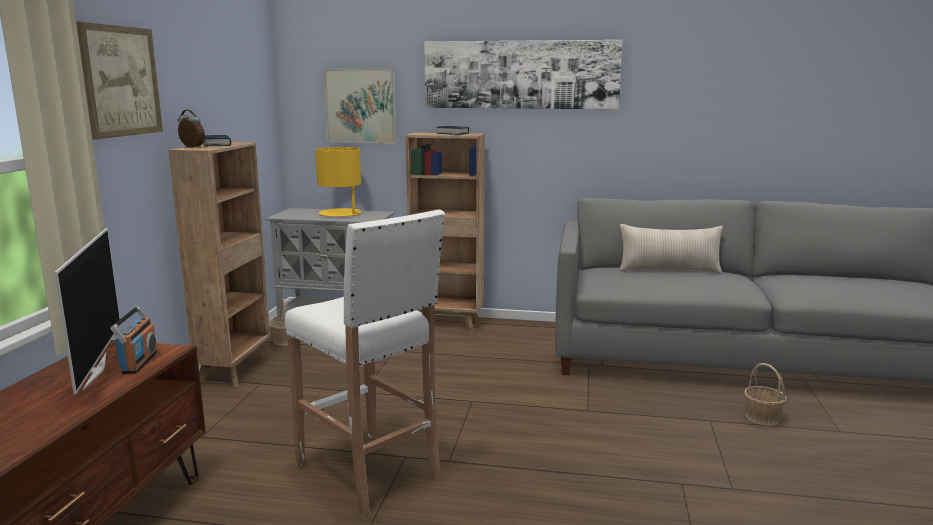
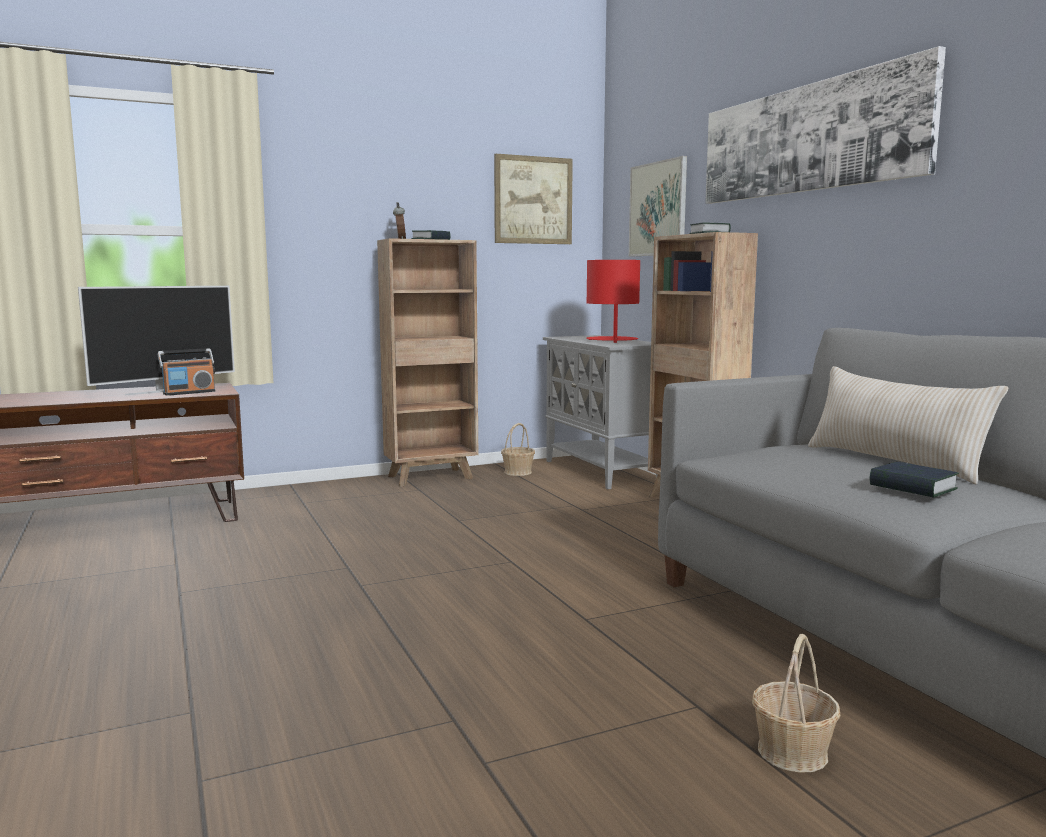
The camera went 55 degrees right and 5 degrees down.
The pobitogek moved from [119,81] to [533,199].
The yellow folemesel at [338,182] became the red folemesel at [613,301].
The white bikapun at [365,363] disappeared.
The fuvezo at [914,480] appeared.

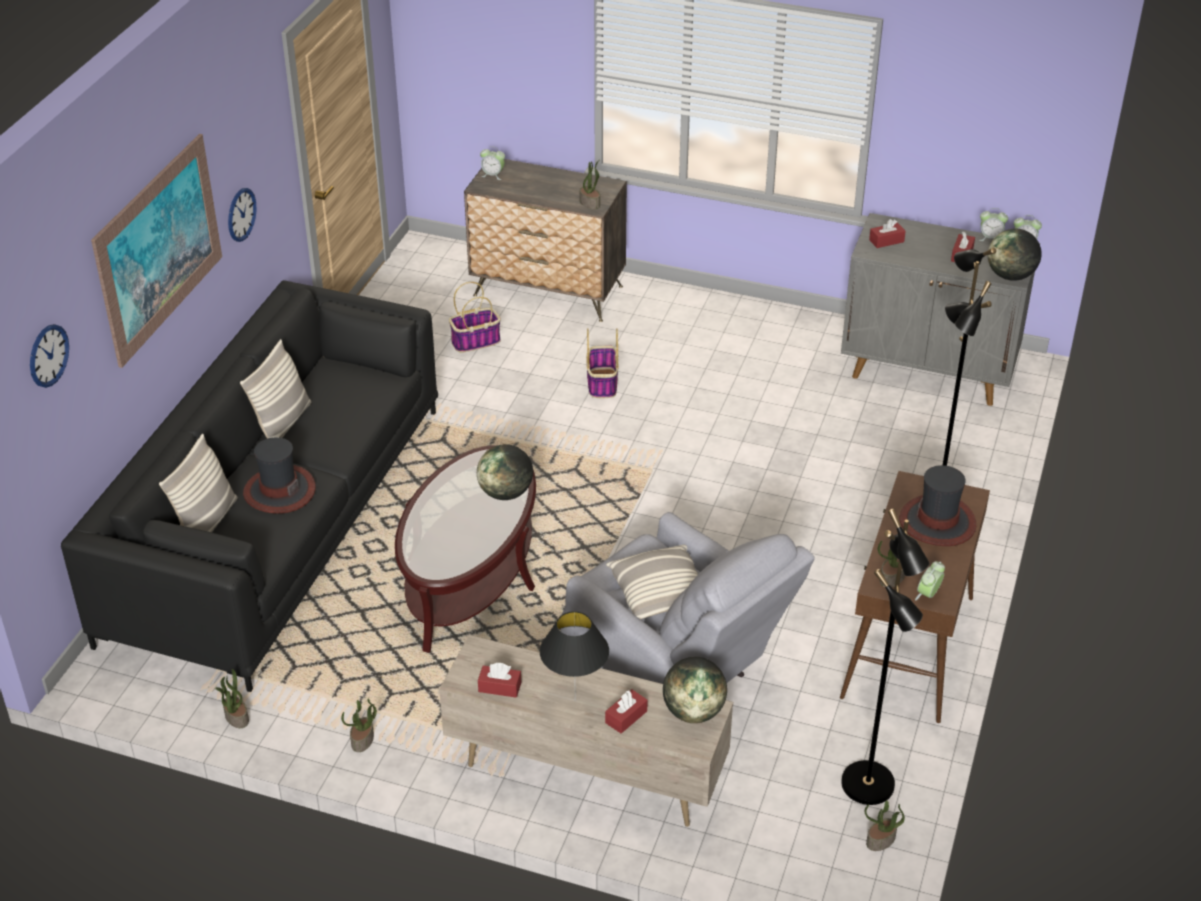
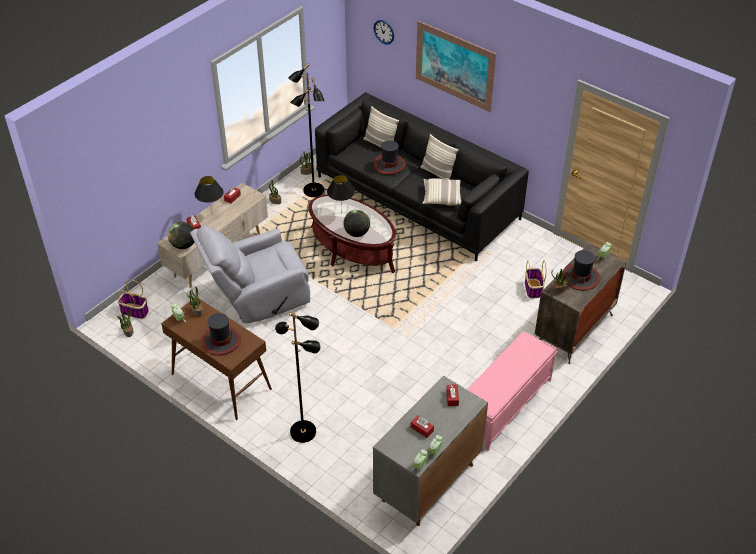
The camera went 110 degrees right and 5 degrees up.
The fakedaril at [242,215] disappeared.
The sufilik at [1015,255] disappeared.
The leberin moved from [602,363] to [133,299].
The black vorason moved from [885,657] to [306,130].
The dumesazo moved from [652,582] to [442,191].
The black folemesel at [341,192] appeared.
The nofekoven at [581,270] appeared.
The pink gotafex at [512,391] appeared.

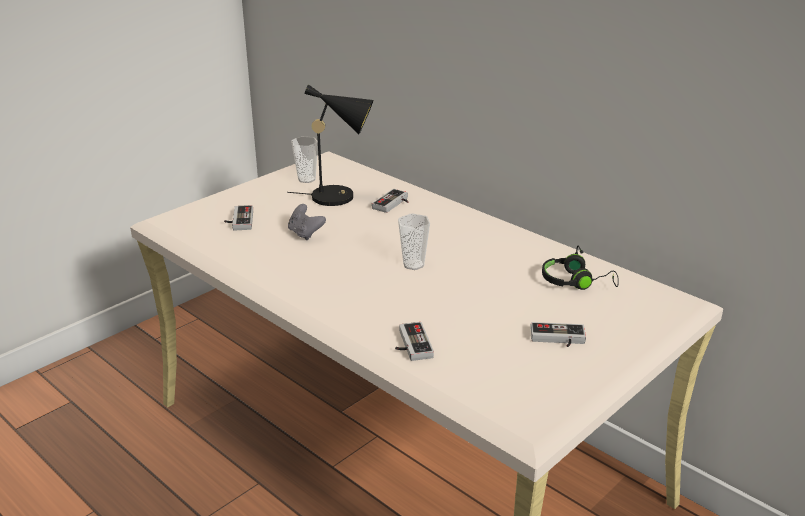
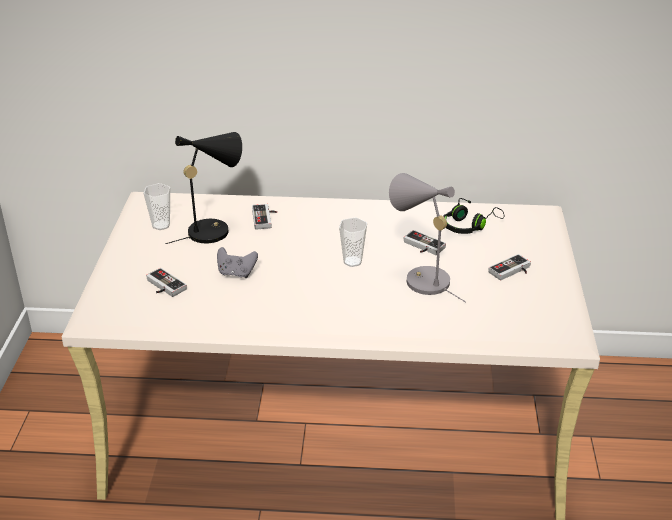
The camera went 40 degrees left and 5 degrees up.
The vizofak moved from [414,341] to [425,242].
The grey folemesel at [427,237] appeared.

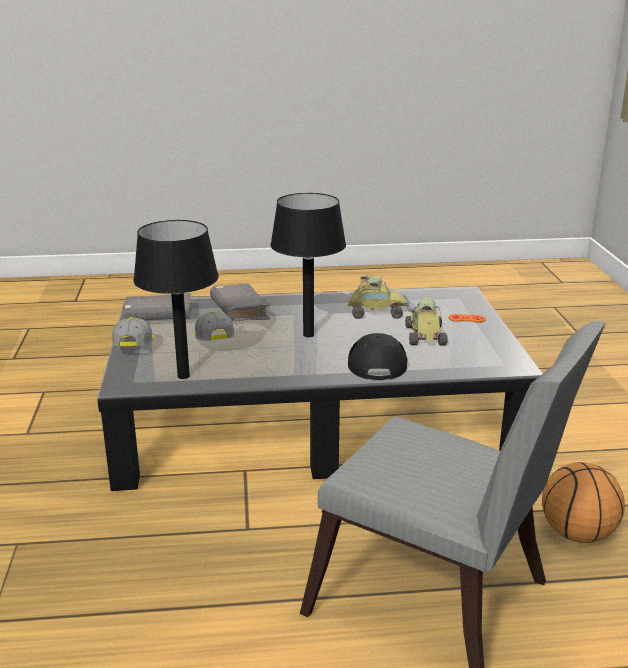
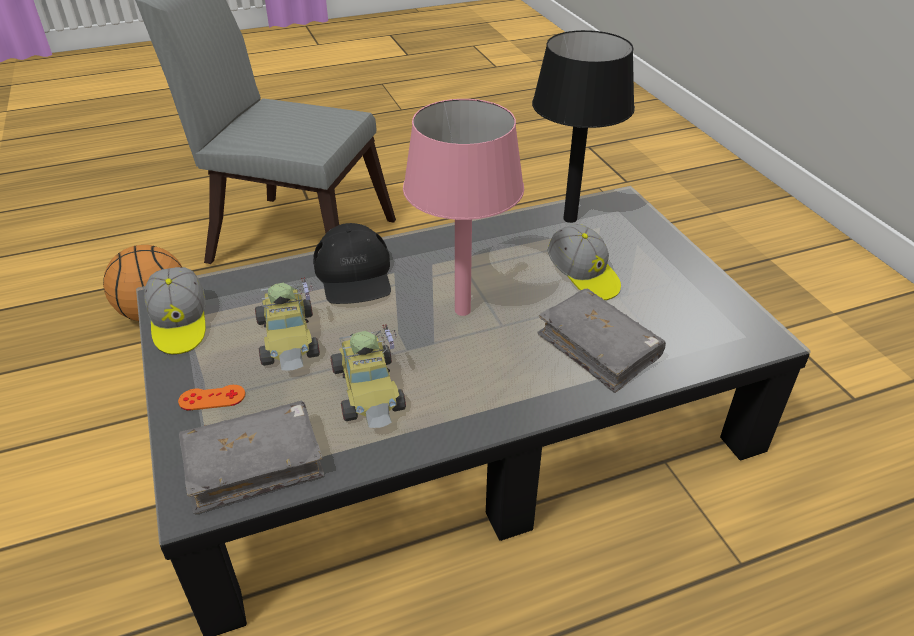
The camera went 165 degrees right and 15 degrees up.
The black folemesel at [308,265] became the pink folemesel at [463,207].
The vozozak at [381,297] turned 90 degrees counterclockwise.
The grey fuvezo moved from [157,307] to [251,457].
The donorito moved from [133,331] to [175,310].

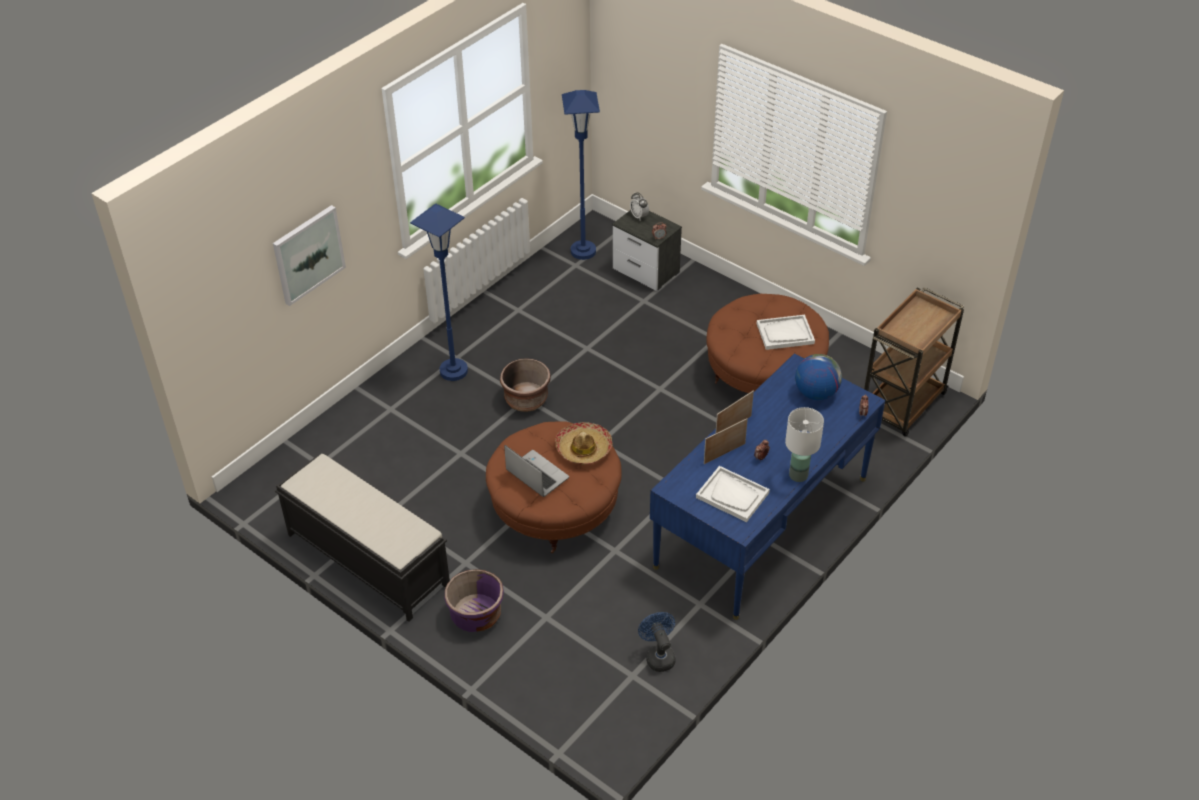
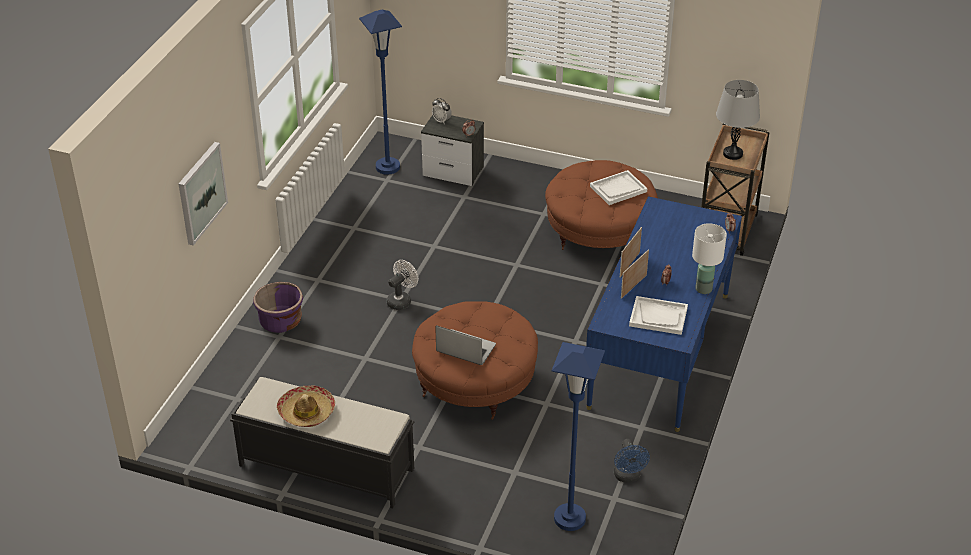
The camera went 20 degrees left and 5 degrees down.
The blue vorason moved from [439,292] to [578,436].
The sufilik at [818,377] disappeared.
The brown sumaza at [525,385] was replaced by the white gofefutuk at [402,285].
The nofekoven moved from [583,443] to [306,406].
The purple sumaza moved from [474,600] to [278,307].
The blue gofefutuk at [657,642] turned 150 degrees counterclockwise.
The grey folemesel at [738,120] appeared.

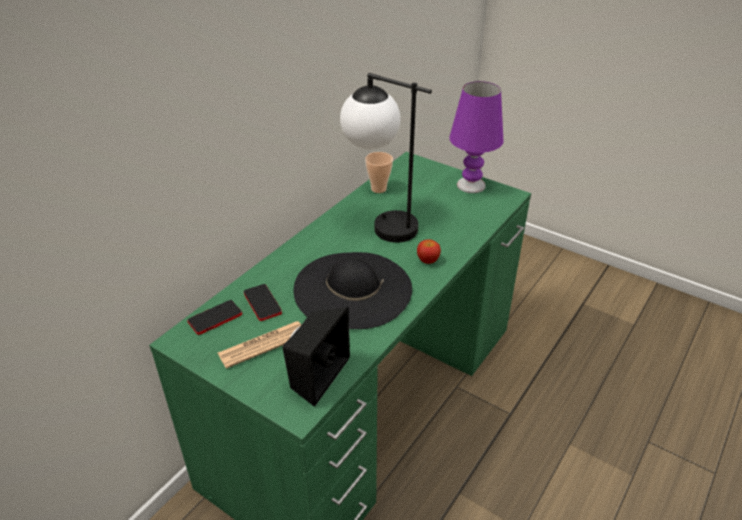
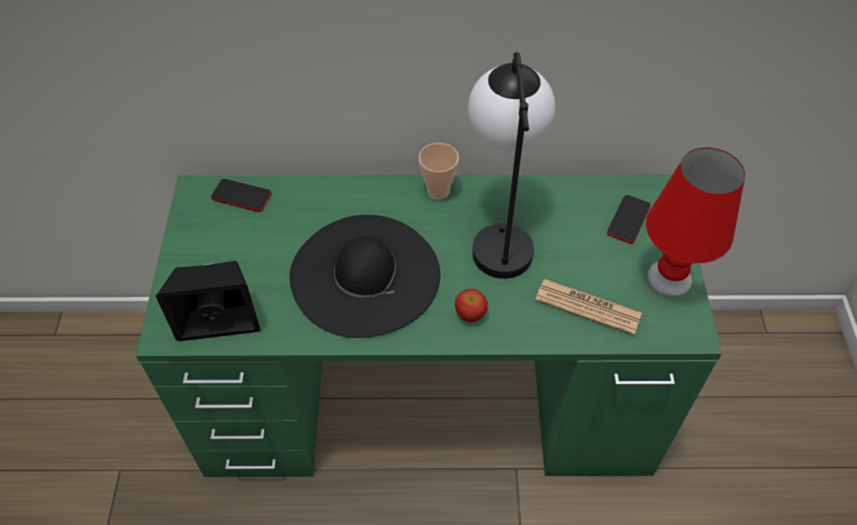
The camera went 55 degrees right and 15 degrees up.
The purple folemesel at [476,137] became the red folemesel at [695,223].
The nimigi moved from [379,172] to [439,171].
The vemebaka moved from [263,302] to [629,219].
The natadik moved from [259,345] to [588,307].

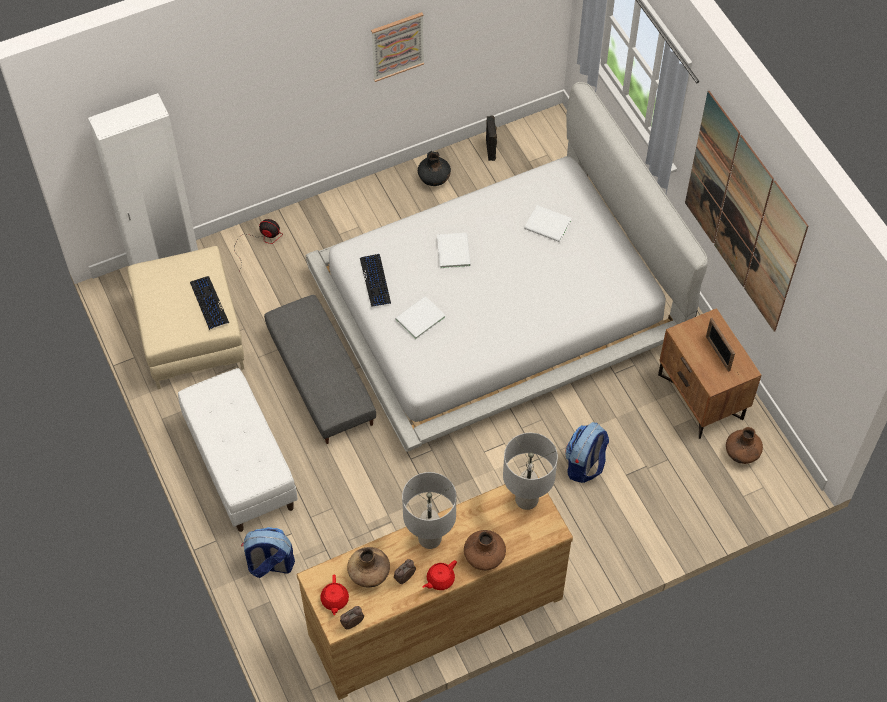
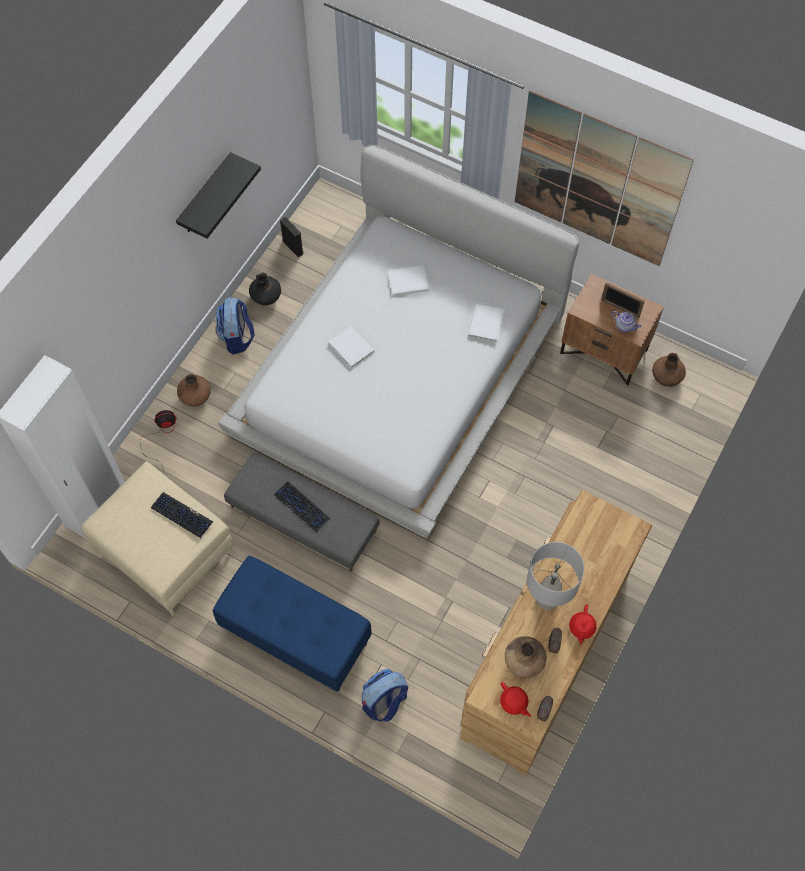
The camera went 35 degrees left and 5 degrees up.
The pobitogek at [397,47] was replaced by the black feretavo at [218,195].
The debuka moved from [375,280] to [302,506].
The white fuvezo moved from [420,317] to [486,323].
The white gotafex at [238,450] became the blue gotafex at [292,624].
The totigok moved from [587,452] to [235,325].
The grey folemesel at [530,471] disappeared.
The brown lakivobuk moved from [485,550] to [193,390].
The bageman at [626,321] appeared.

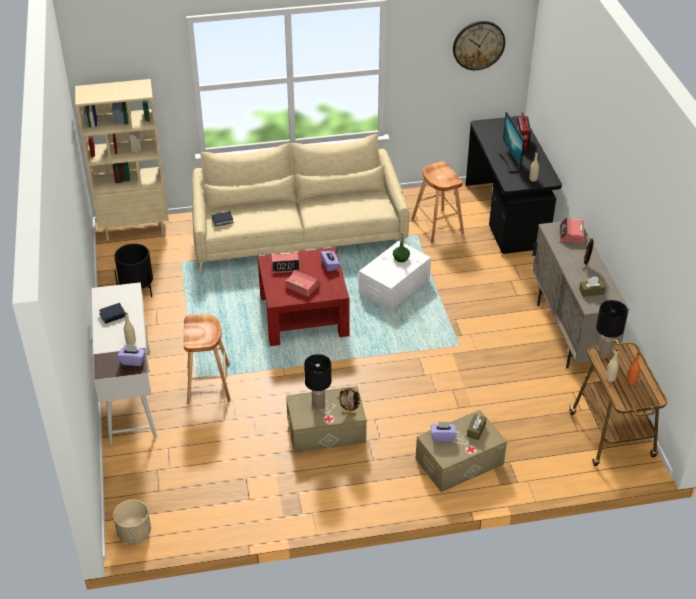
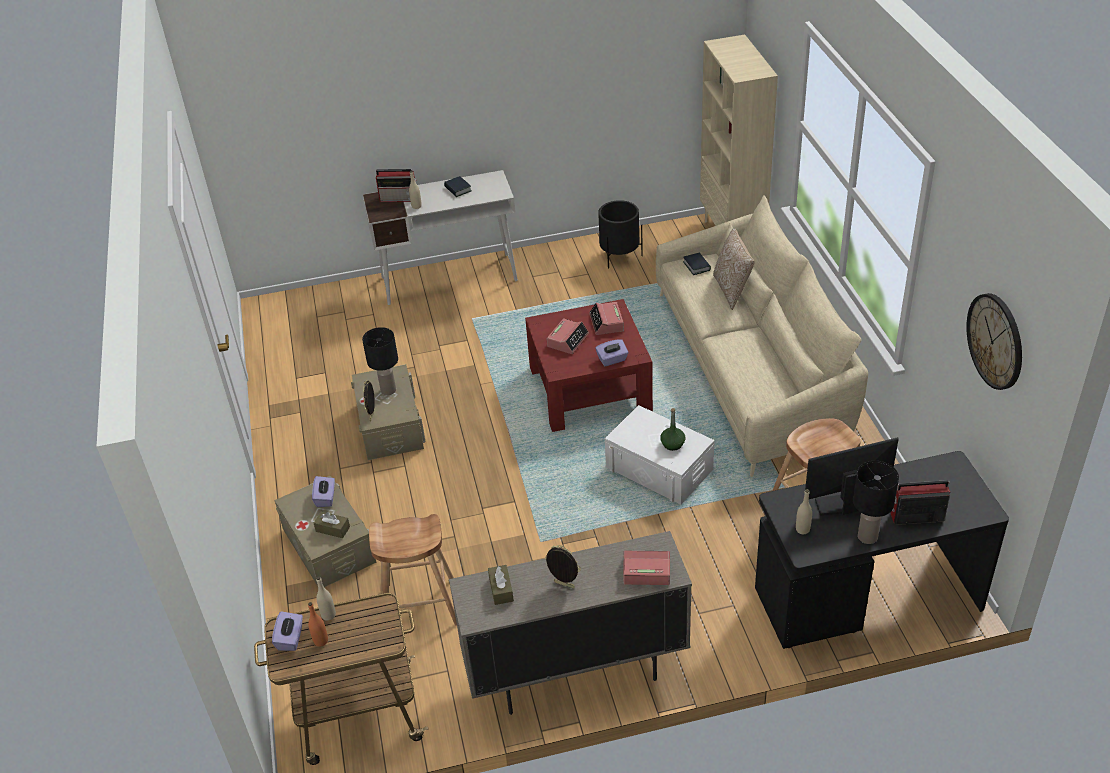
The camera went 90 degrees right and 0 degrees up.
The black folemesel moved from [612,329] to [876,502].
The brown bikapun moved from [207,359] to [413,569].
The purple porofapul moved from [131,355] to [287,631].
The beige sumaza at [132,522] disappeared.
The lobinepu at [396,185] appeared.
The dumesazo at [734,269] appeared.

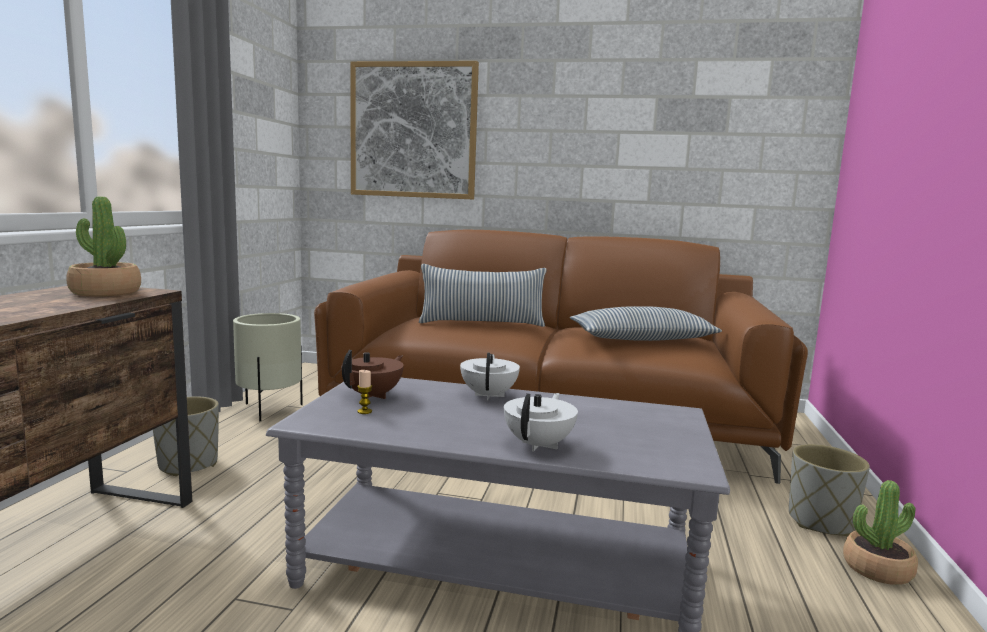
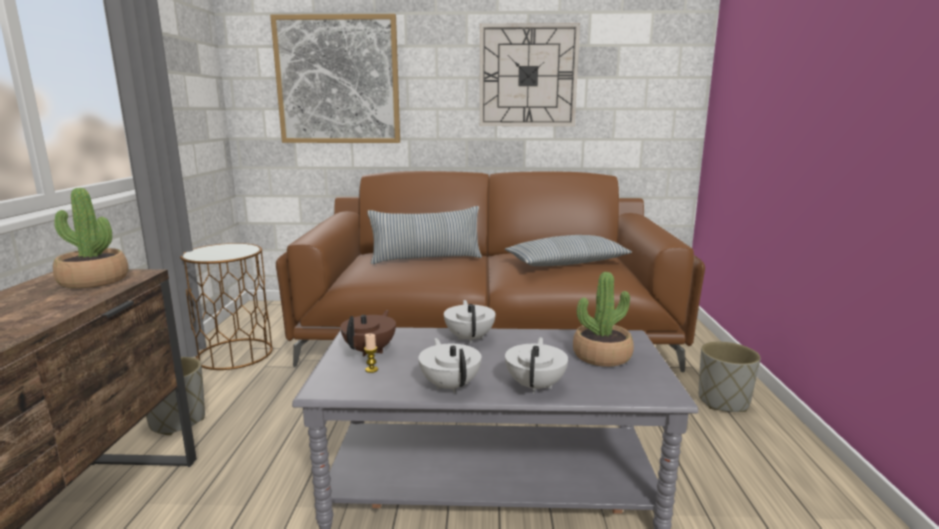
The camera went 10 degrees left and 5 degrees up.
The beige sumaza at [268,367] was replaced by the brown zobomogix at [226,306].
The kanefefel moved from [880,532] to [603,319].
The fakedaril at [530,74] appeared.
The white bageman at [450,365] appeared.

